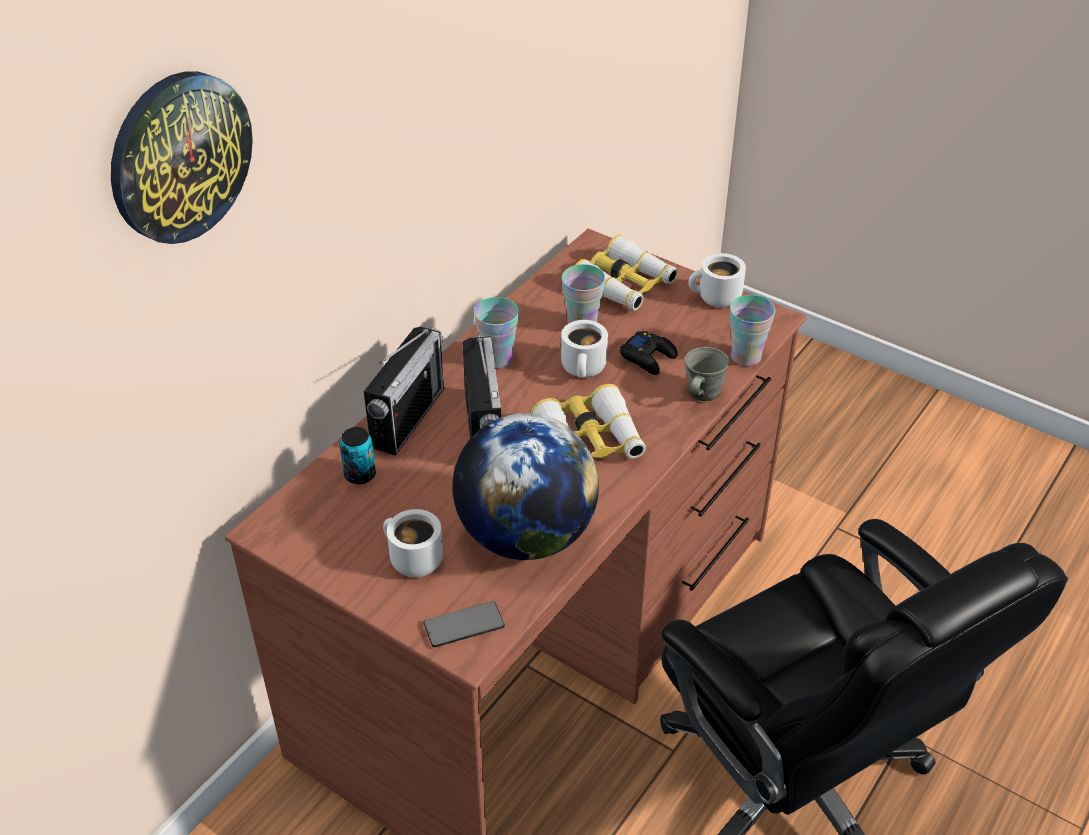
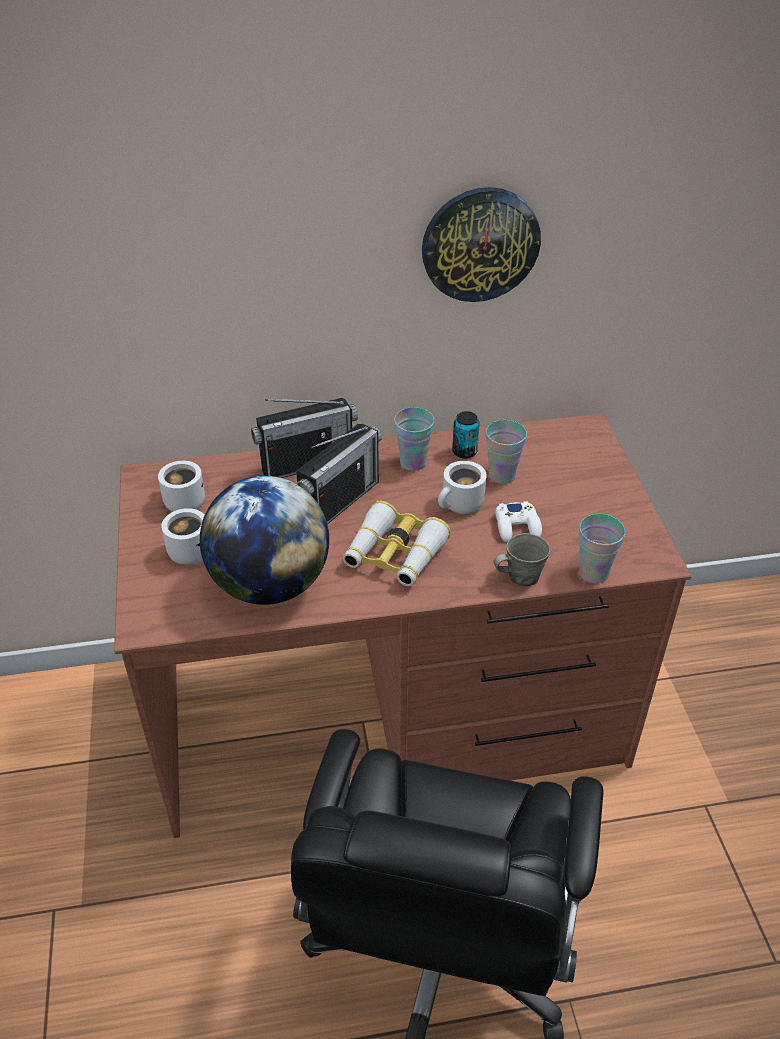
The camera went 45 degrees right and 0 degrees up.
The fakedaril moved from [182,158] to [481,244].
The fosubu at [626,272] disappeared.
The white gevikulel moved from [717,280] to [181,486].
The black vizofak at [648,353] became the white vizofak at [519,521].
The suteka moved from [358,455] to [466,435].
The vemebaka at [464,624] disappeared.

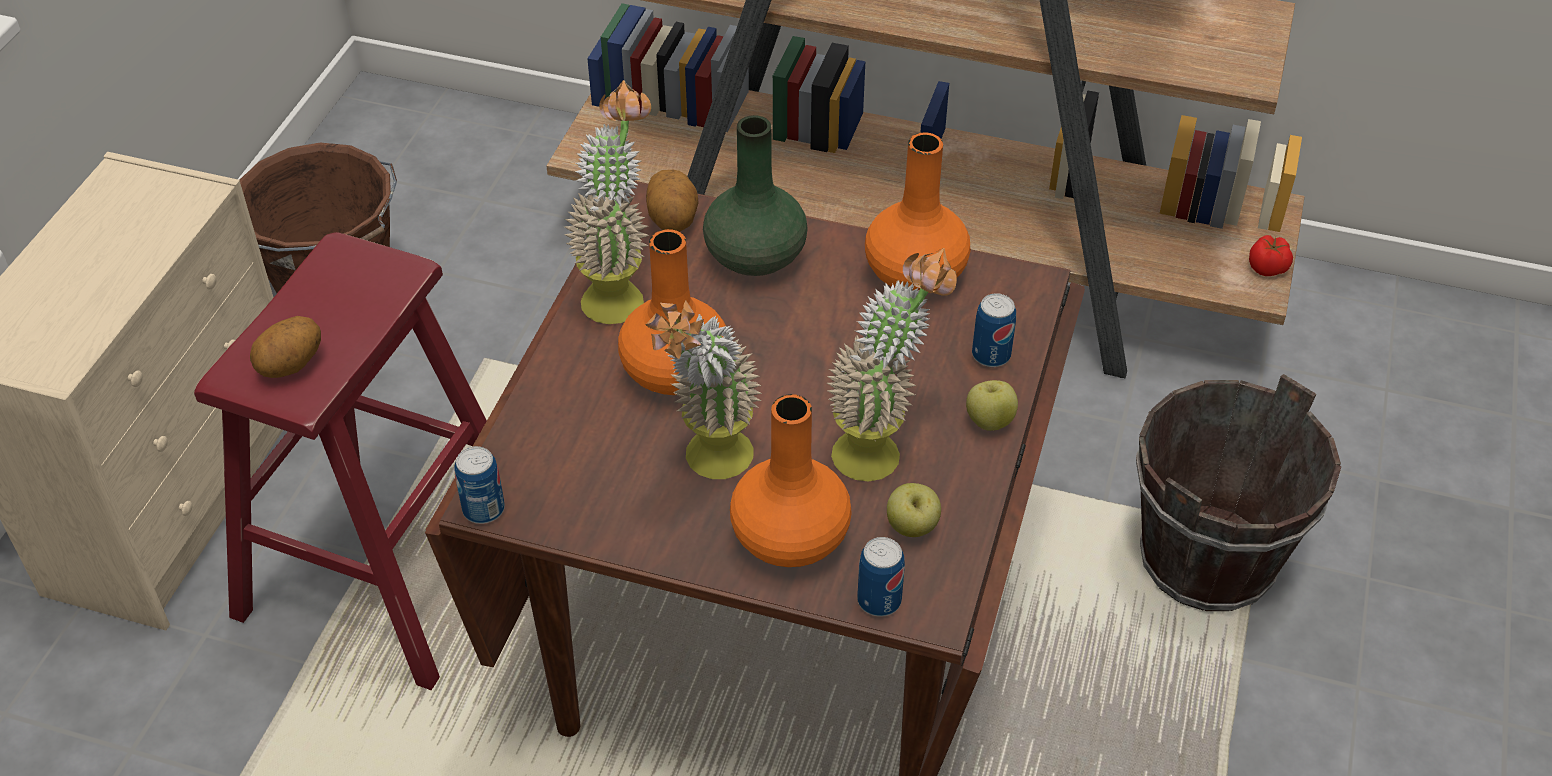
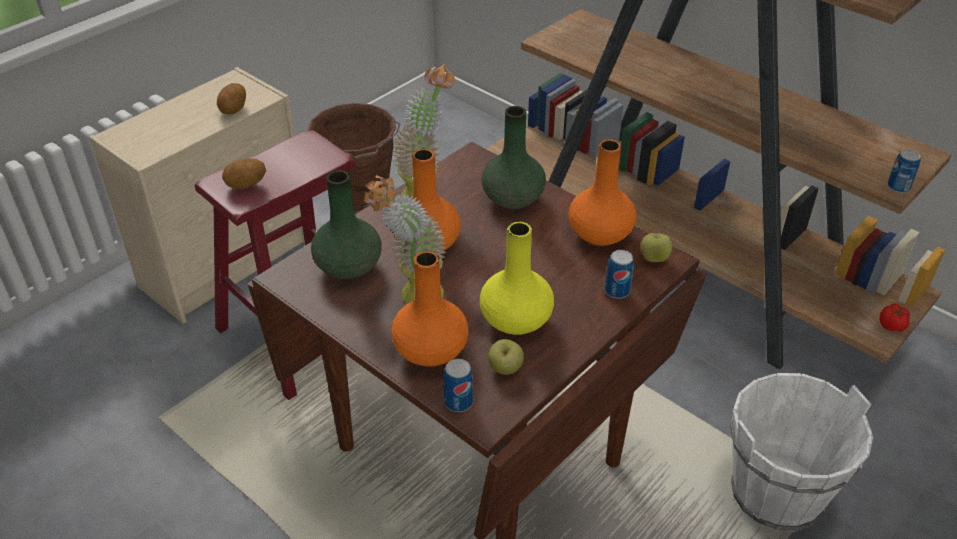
The camera went 25 degrees right and 5 degrees down.
The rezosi moved from [672,201] to [231,99].
The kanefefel at [892,365] was replaced by the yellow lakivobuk at [517,278].
The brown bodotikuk at [1238,492] became the white bodotikuk at [801,452].
The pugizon moved from [992,405] to [657,247].
The suteka moved from [479,485] to [904,171].
The green lakivobuk at [346,224] appeared.

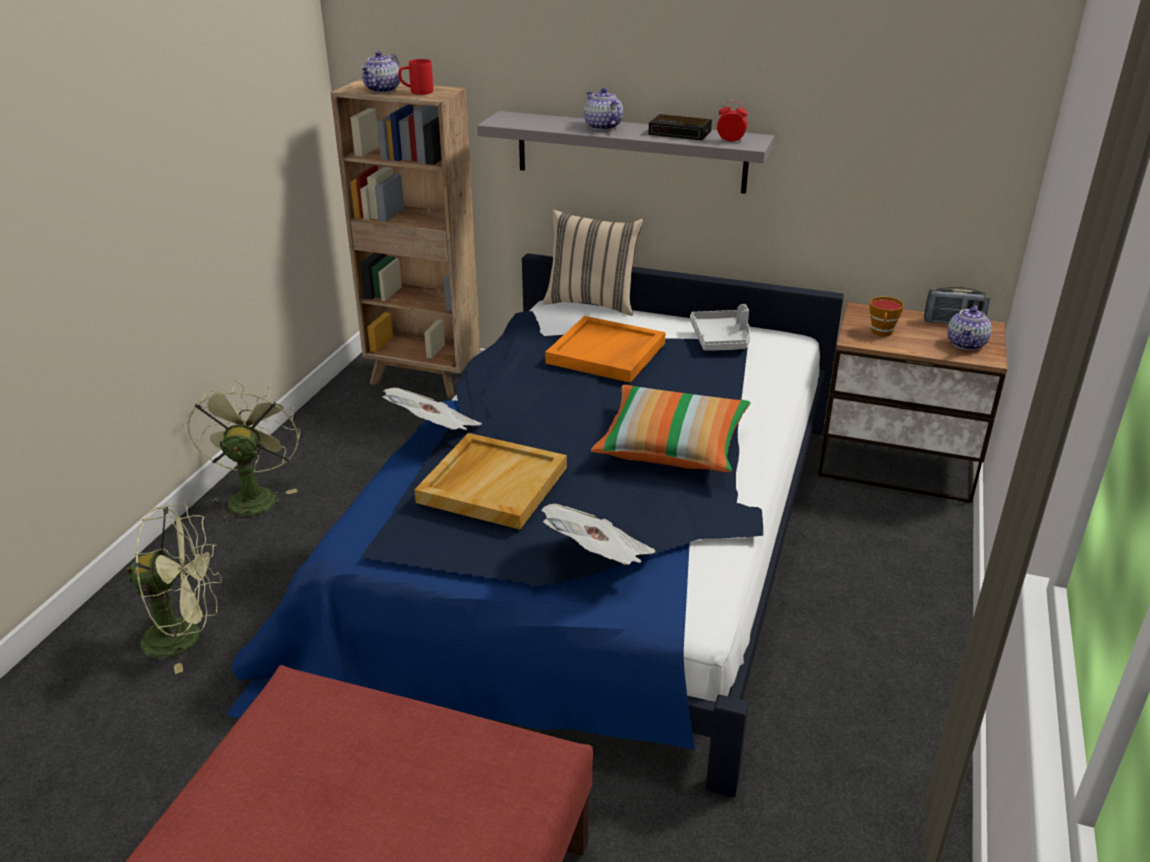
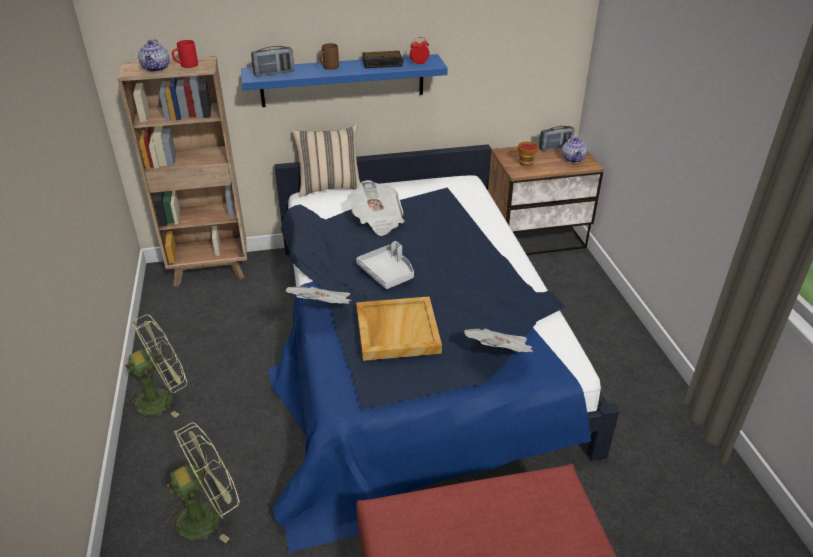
The camera went 30 degrees left and 5 degrees up.
The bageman at [603,109] was replaced by the brown gevikulel at [329,56].
The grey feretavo at [625,152] became the blue feretavo at [344,80].
The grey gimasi moved from [720,327] to [385,265].
The orange gimasi at [605,349] was replaced by the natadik at [378,208].
The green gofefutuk at [243,452] turned 90 degrees clockwise.
The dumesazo at [671,428] disappeared.
The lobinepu at [272,61] appeared.

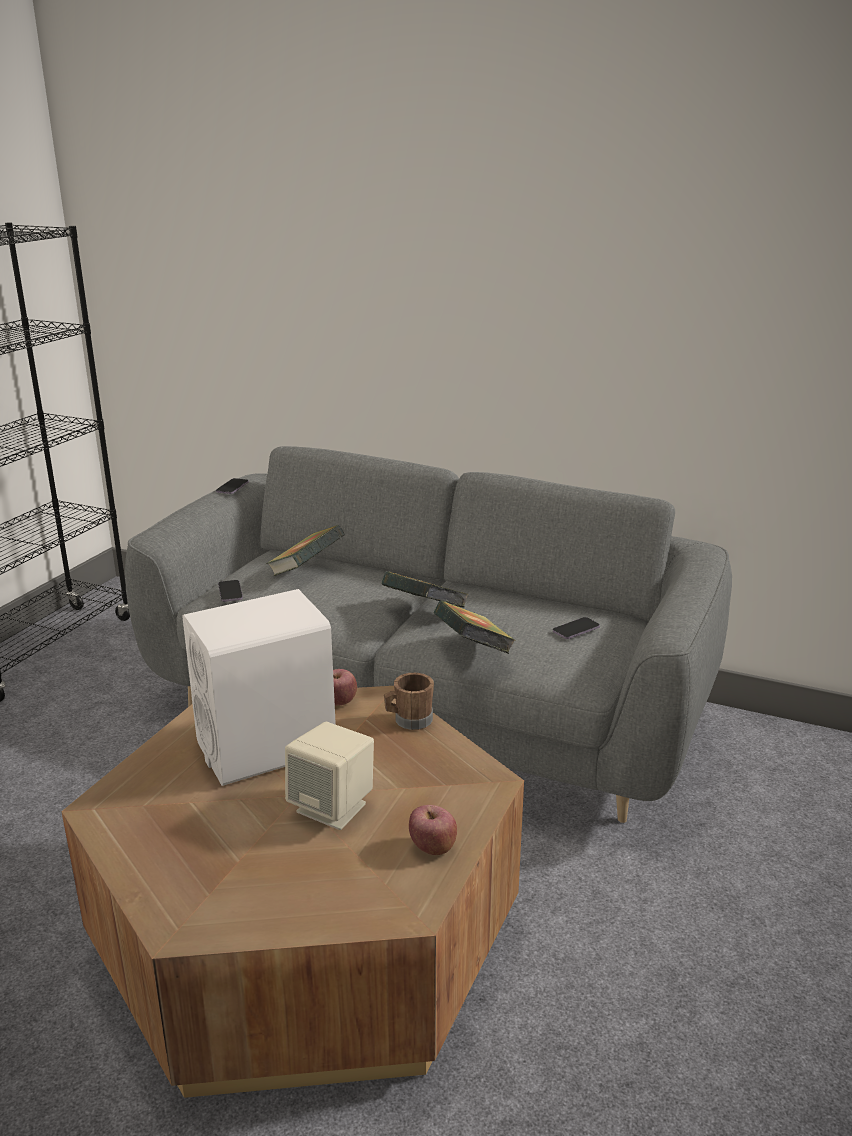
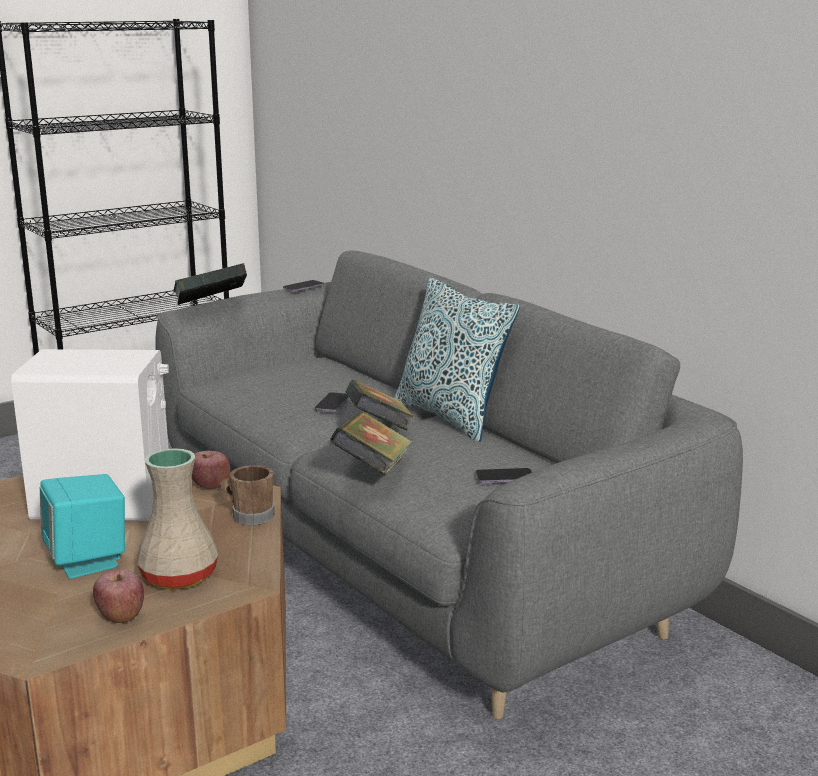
The camera went 30 degrees right and 5 degrees down.
The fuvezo moved from [305,550] to [210,284].
The vemebaka moved from [230,591] to [332,402].
The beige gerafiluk at [329,776] became the turquoise gerafiluk at [82,526].
The dumesazo at [457,360] appeared.
The beige lakivobuk at [177,519] appeared.

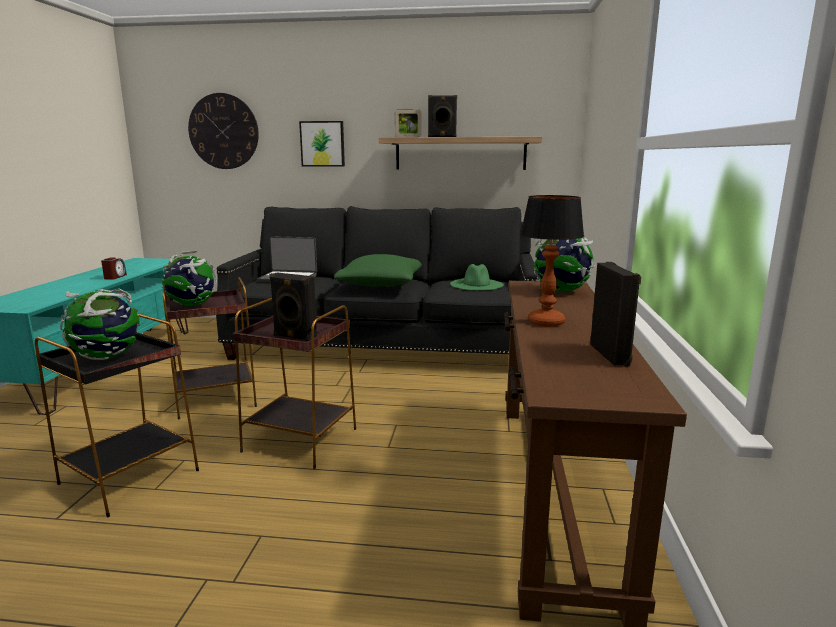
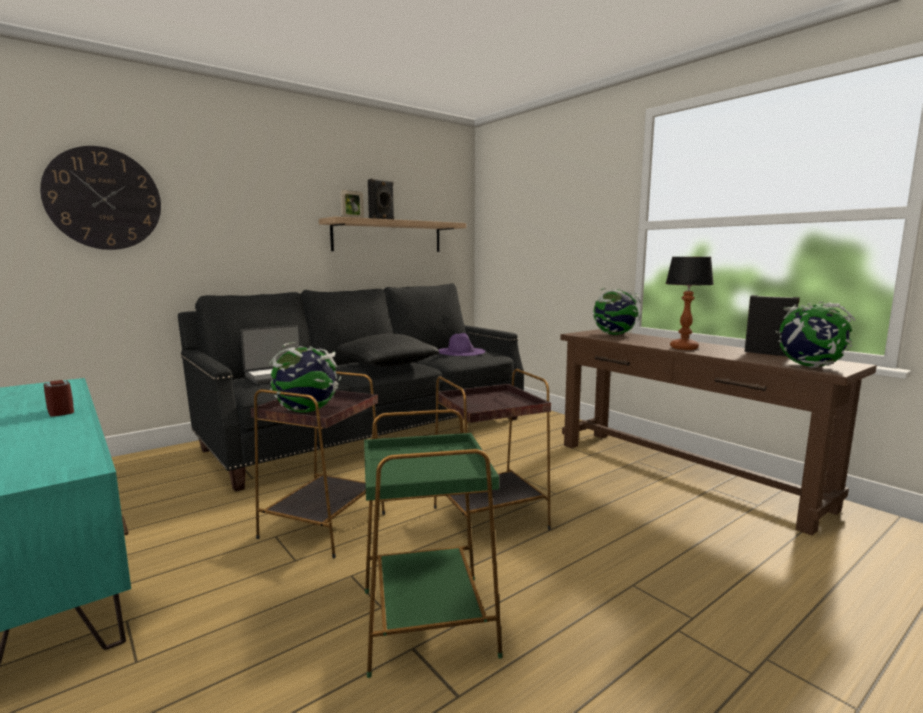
The camera went 45 degrees left and 5 degrees down.
The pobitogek at [322,144] disappeared.
The green dumesazo at [378,270] became the black dumesazo at [388,350].
The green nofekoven at [477,277] became the purple nofekoven at [461,344].
The black gerafiluk at [293,307] disappeared.
The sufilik moved from [100,324] to [815,335].
The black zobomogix at [117,415] became the green zobomogix at [433,543].

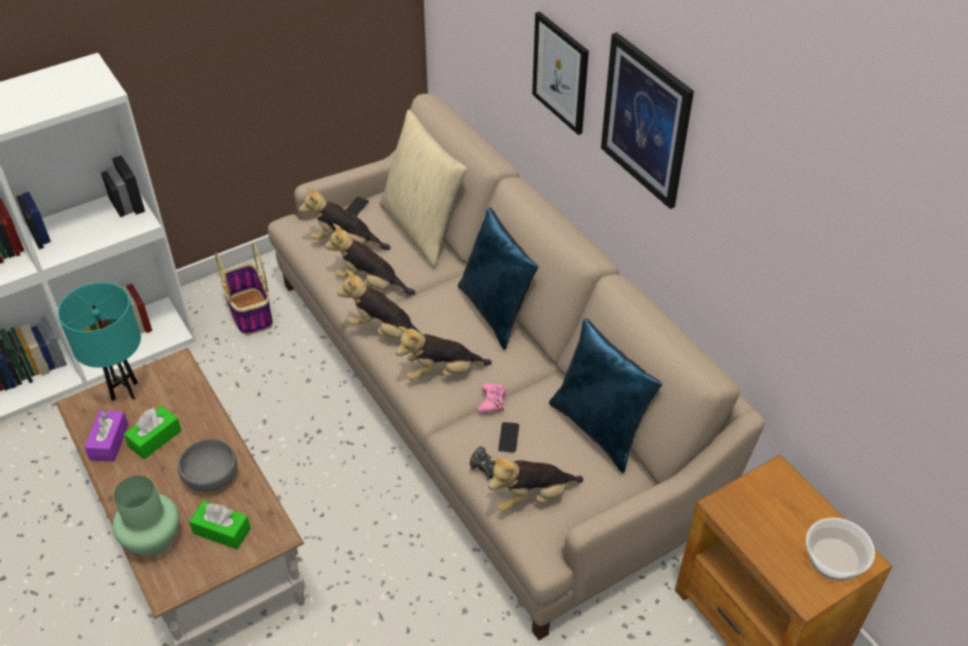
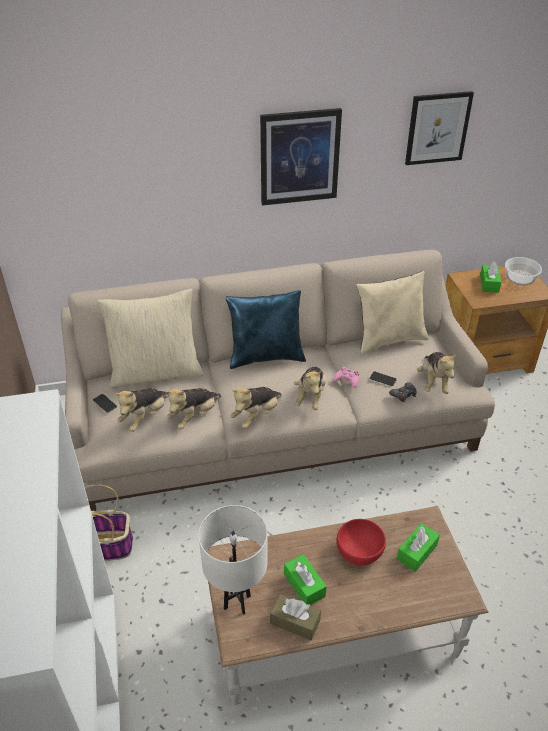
The camera went 70 degrees left and 5 degrees down.
The pobitogek moved from [560,73] to [439,128].
The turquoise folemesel at [99,341] became the white folemesel at [232,560].
The blue dumesazo at [605,396] became the beige dumesazo at [392,313].
The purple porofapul at [106,436] became the brown porofapul at [295,617].
The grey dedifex at [207,465] became the red dedifex at [361,542].
The green lakivobuk at [146,516] disappeared.
The green porofapul at [490,277] appeared.

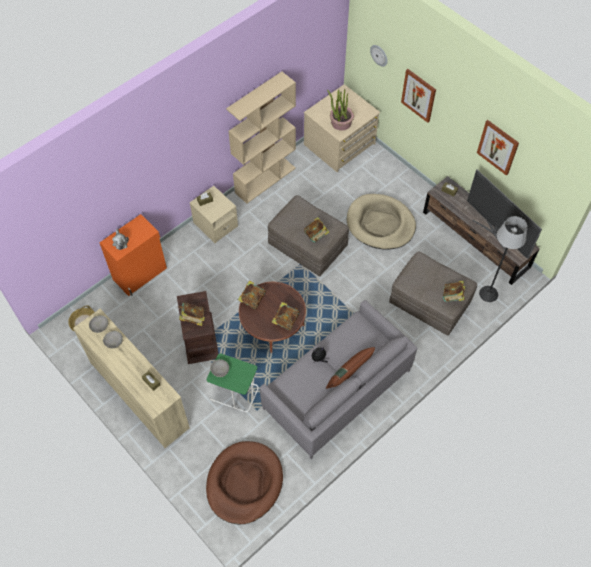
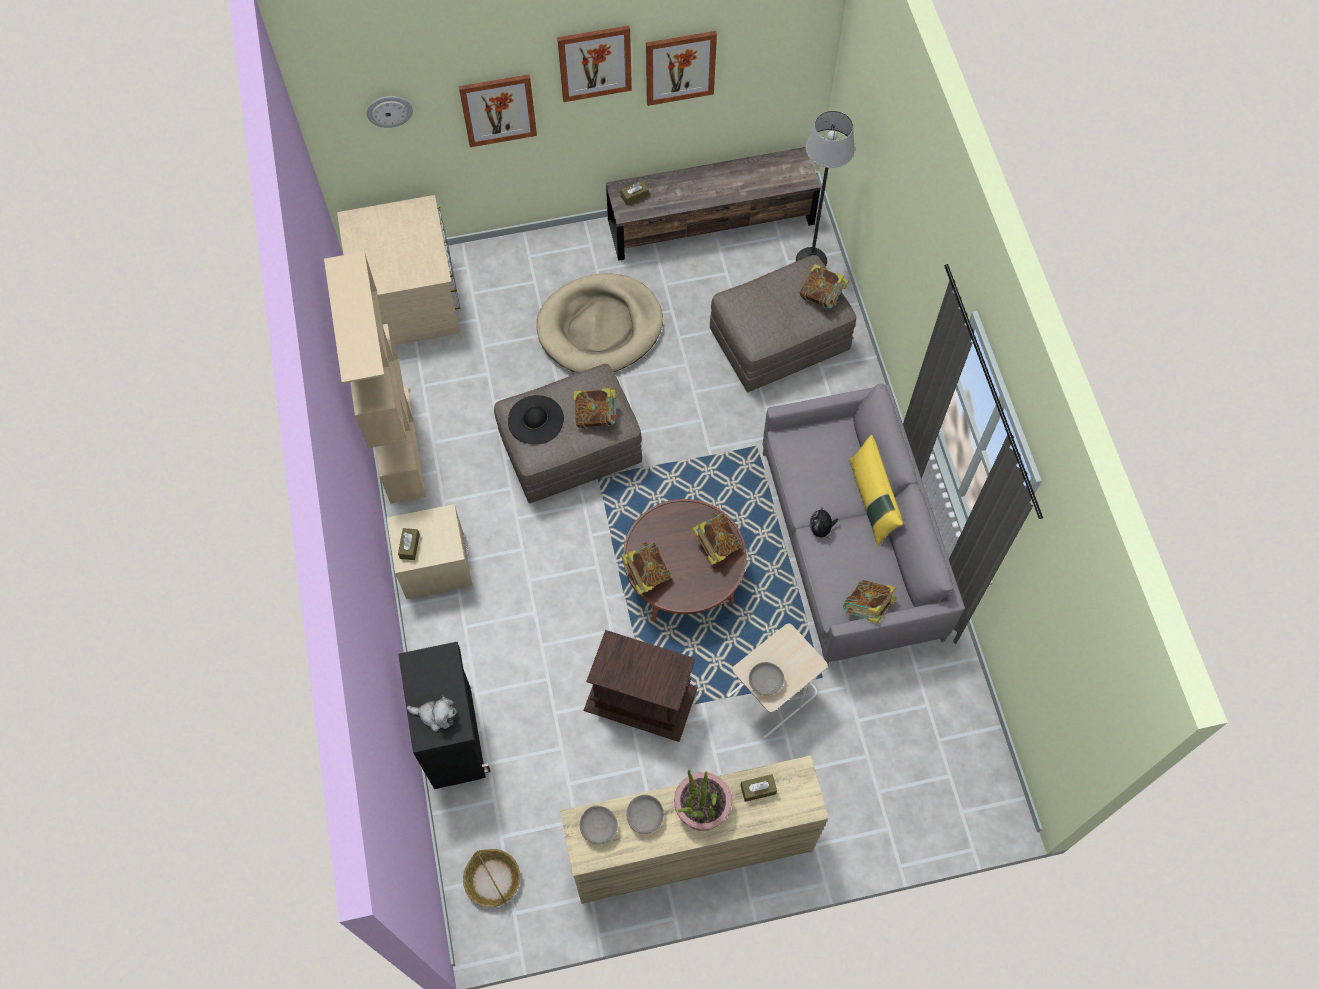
The camera went 60 degrees left and 5 degrees up.
The kanefefel moved from [340,110] to [703,800].
The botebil at [504,214] disappeared.
The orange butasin at [133,255] became the black butasin at [444,715].
The fuvezo moved from [192,314] to [870,601].
The brown dumesazo at [350,368] became the yellow dumesazo at [876,490].
The green zobomogix at [233,382] became the beige zobomogix at [777,681].
The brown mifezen at [244,482] disappeared.
The pobitogek at [594,63] appeared.
The black nofekoven at [536,420] appeared.

